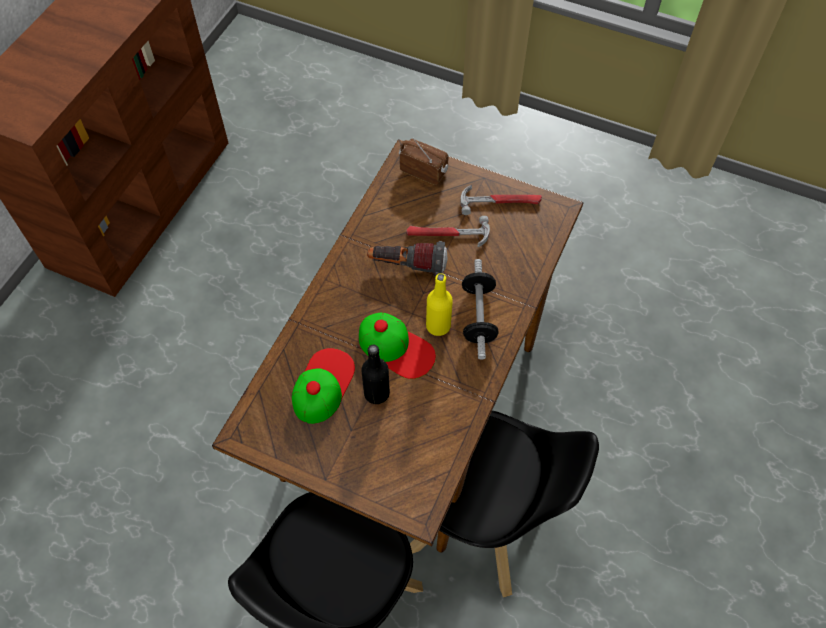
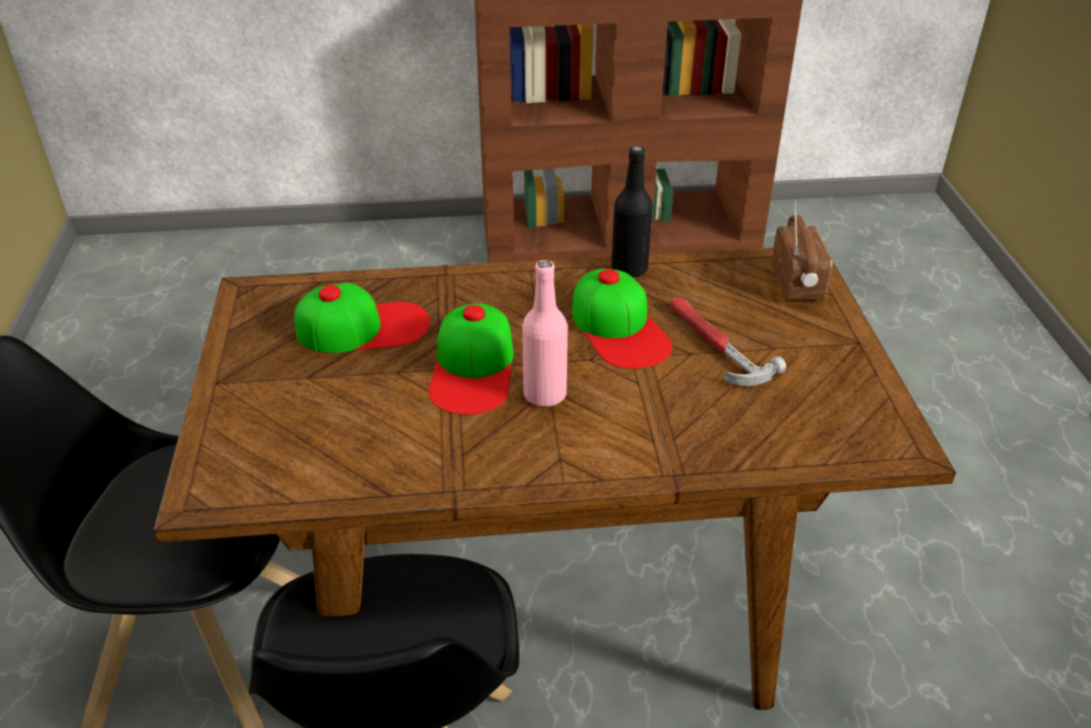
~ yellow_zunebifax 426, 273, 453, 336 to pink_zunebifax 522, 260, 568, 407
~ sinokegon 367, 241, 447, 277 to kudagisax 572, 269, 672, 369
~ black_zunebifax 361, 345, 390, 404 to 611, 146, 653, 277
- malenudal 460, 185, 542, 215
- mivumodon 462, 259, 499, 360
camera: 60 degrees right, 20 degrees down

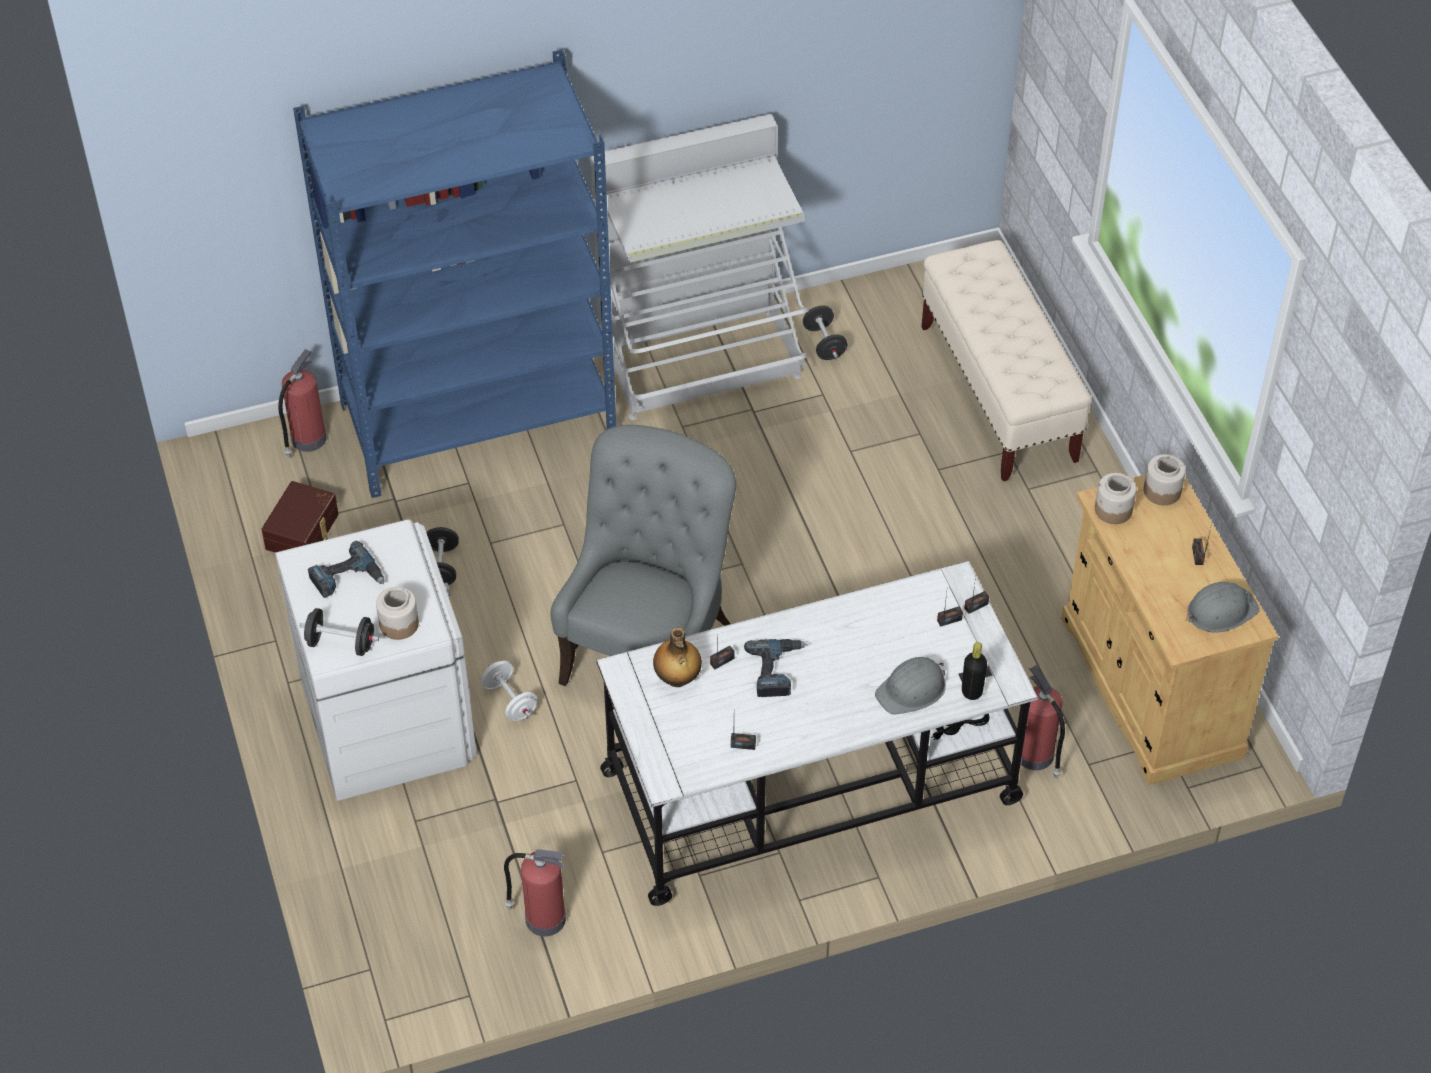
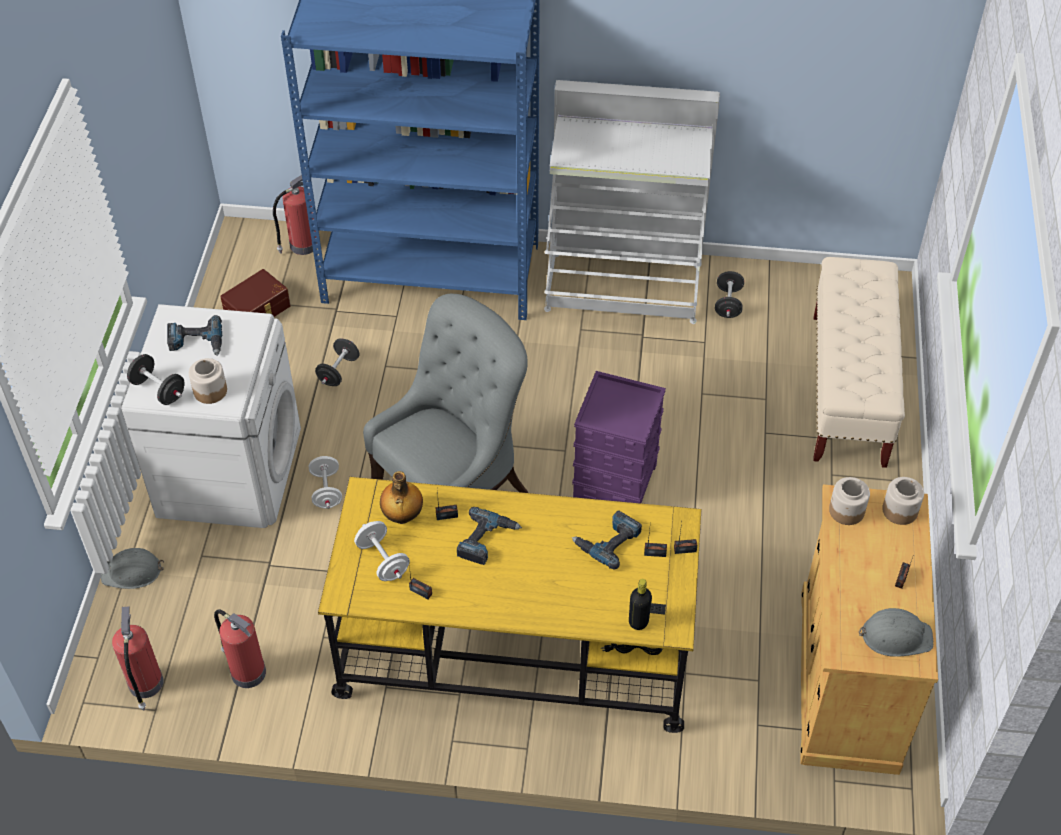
~ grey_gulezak 875, 657, 946, 715 to 101, 548, 164, 589
~ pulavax 1021, 665, 1065, 778 to 112, 606, 163, 710
~ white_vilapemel 596, 561, 1038, 906 to yellow_vilapemel 318, 477, 701, 733
+ white_mivumodon 354, 521, 410, 581
+ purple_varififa 572, 371, 666, 503
+ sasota 572, 510, 642, 569
camera: 25 degrees right, 0 degrees up

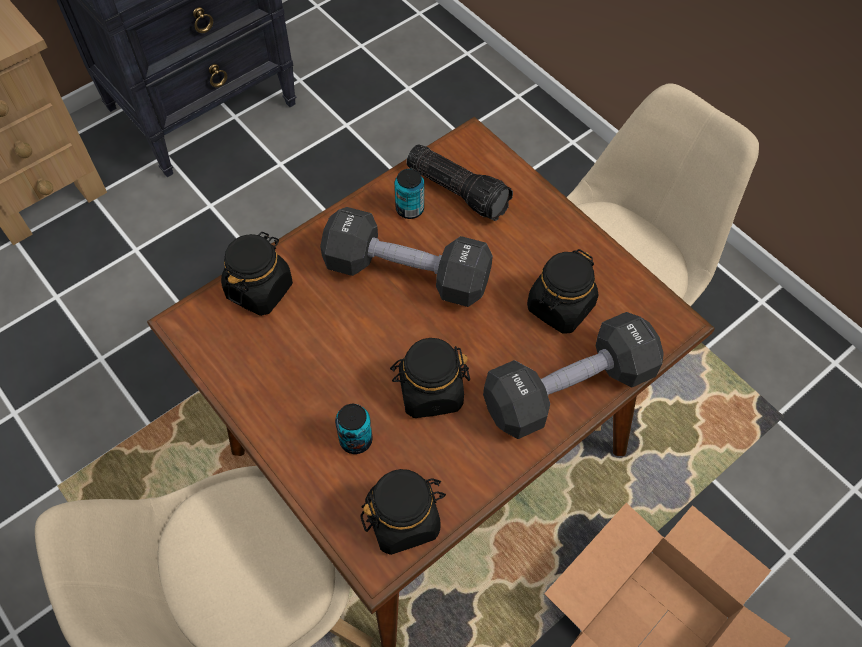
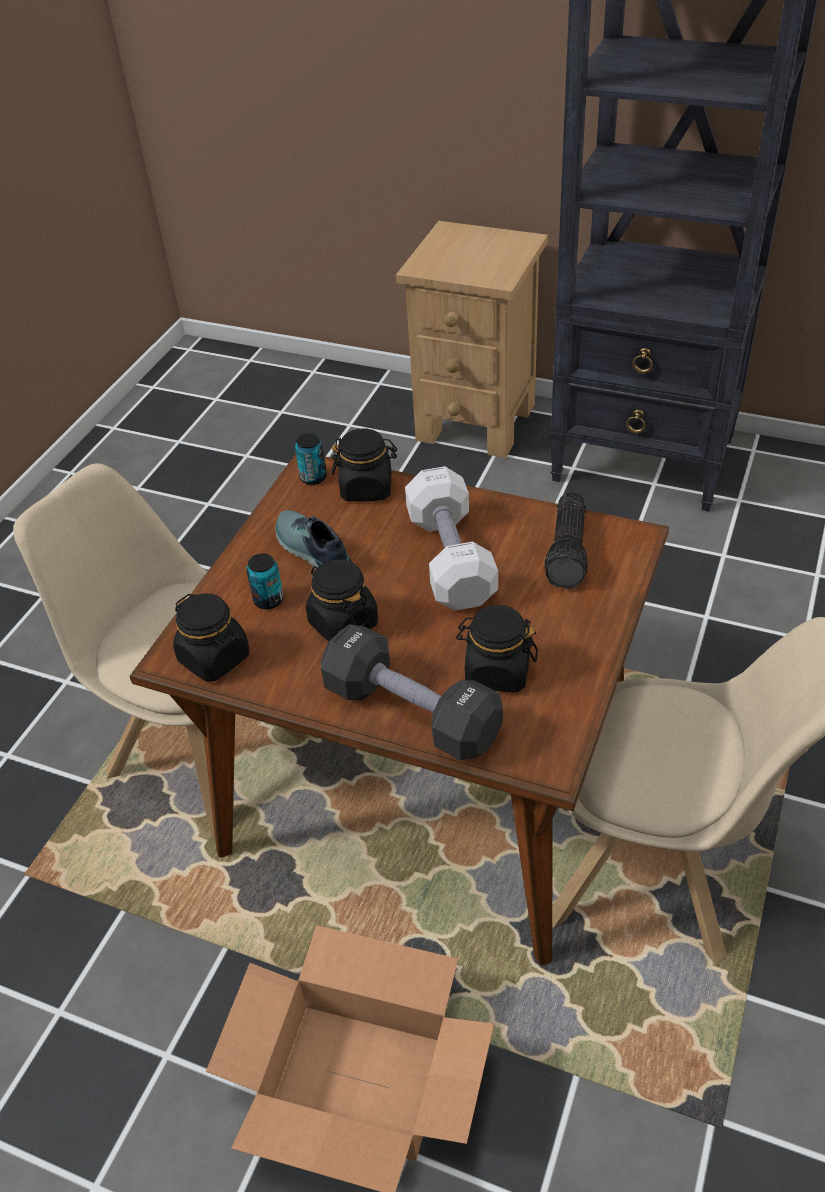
+ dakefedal 275, 510, 352, 569
~ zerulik 395, 168, 424, 219 to 295, 433, 327, 485
~ black_mivumodon 320, 207, 493, 307 to white_mivumodon 405, 466, 498, 611
camera: 65 degrees right, 15 degrees down

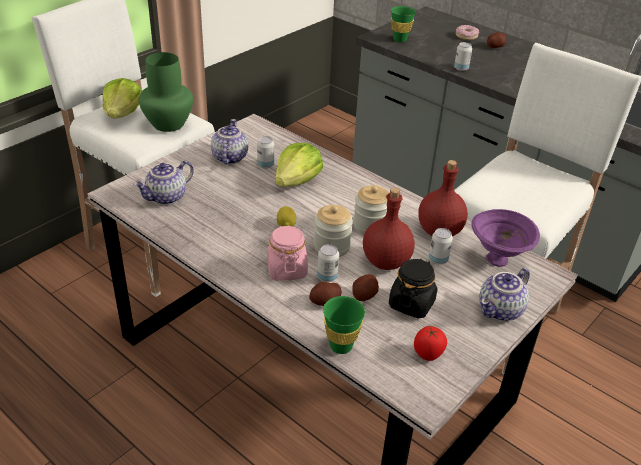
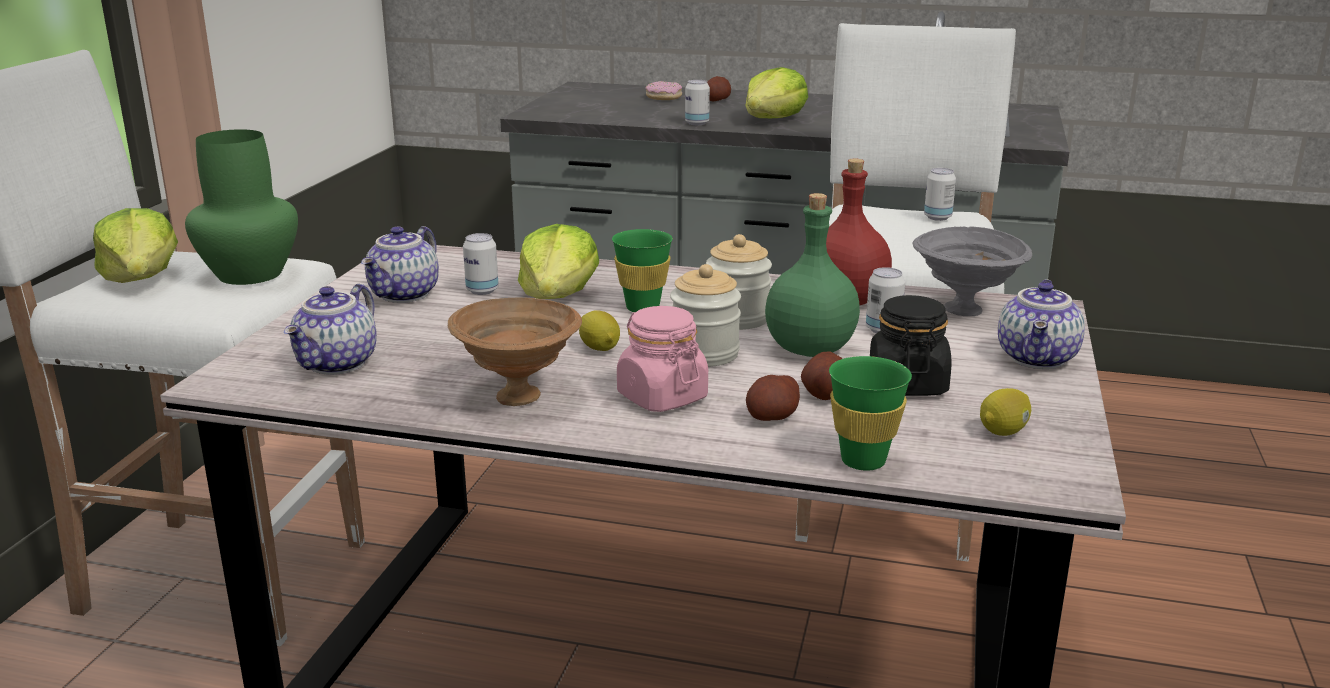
~ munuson 211, 119, 248, 164 = 361, 226, 439, 303 135 degrees counterclockwise
+ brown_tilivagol 448, 297, 582, 406
~ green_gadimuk 391, 6, 416, 42 to 612, 229, 673, 312
+ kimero 745, 67, 808, 118
~ red_zunebifax 363, 188, 415, 270 to green_zunebifax 765, 193, 860, 357
~ purple_tilivagol 471, 209, 540, 267 to grey_tilivagol 913, 227, 1032, 316
~ zerulik 317, 244, 339, 282 to 924, 168, 956, 221
~ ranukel 414, 326, 447, 361 to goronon 980, 388, 1031, 436
camera: 25 degrees left, 15 degrees down

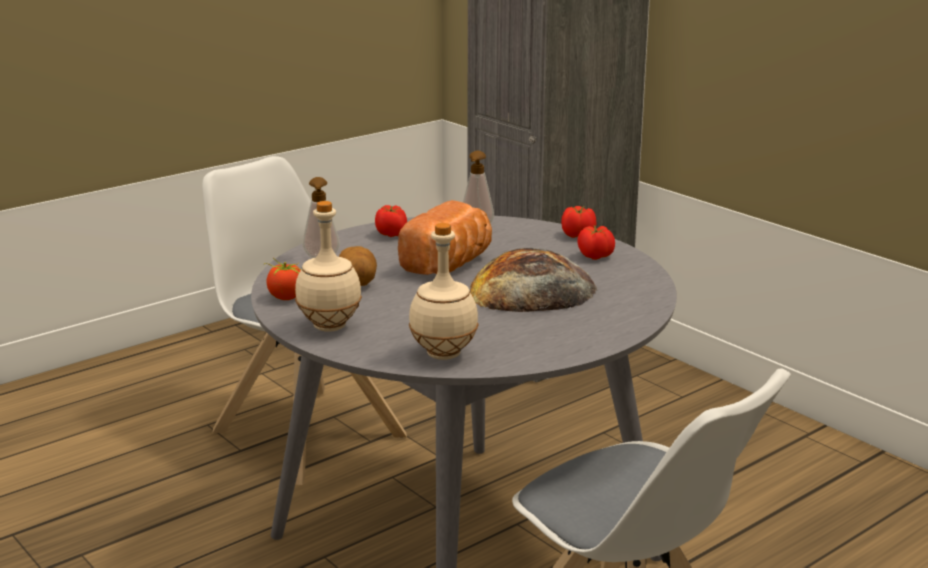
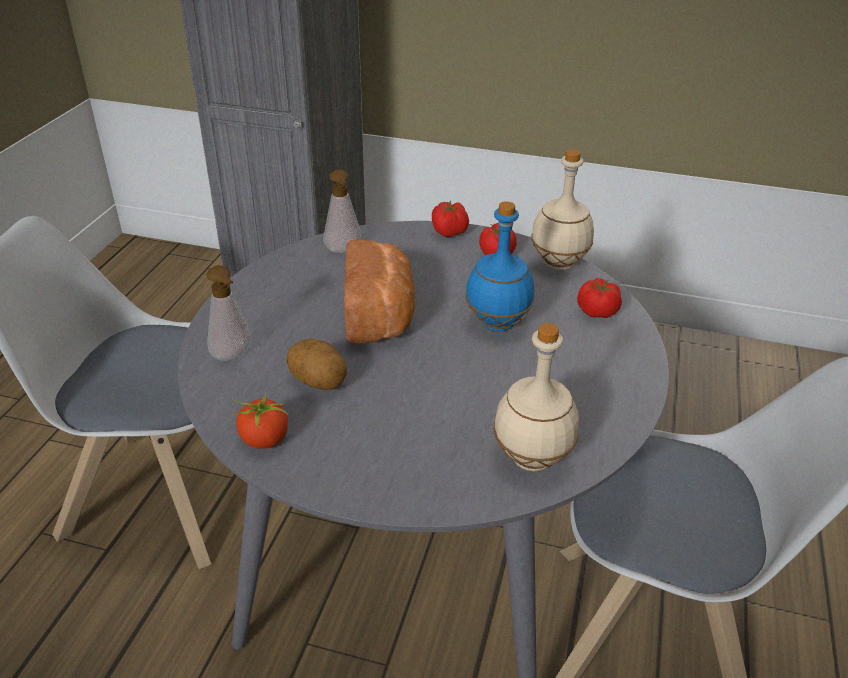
~ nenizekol 470, 248, 597, 312 to blue_zunebifax 465, 201, 534, 331
~ beige_zunebifax 295, 201, 362, 332 to 531, 149, 594, 270
~ ranukel 375, 205, 407, 237 to 577, 278, 622, 318
camera: 35 degrees left, 15 degrees up

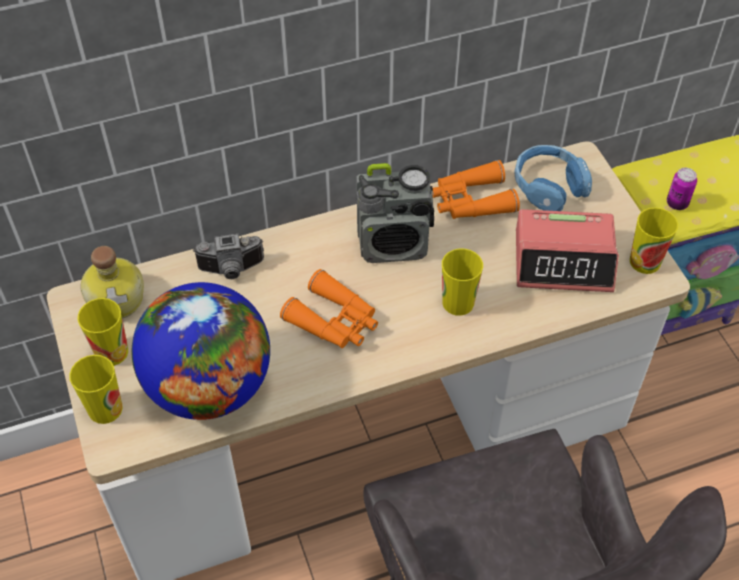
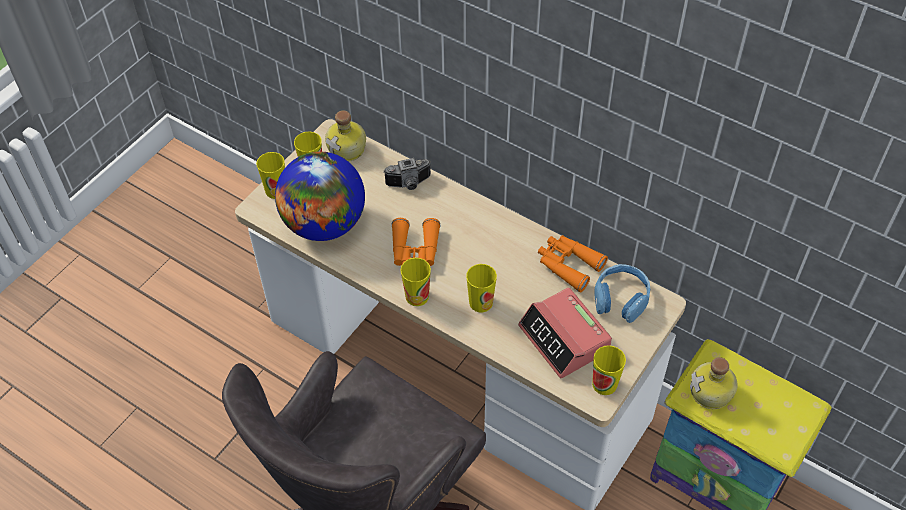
~ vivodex 193, 234, 264, 279 = 383, 158, 431, 190 60 degrees counterclockwise
+ gadimuk 400, 258, 431, 306
~ zerulik 667, 168, 697, 210 to zunebifax 690, 357, 738, 409
- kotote 356, 163, 434, 263
camera: 55 degrees right, 0 degrees up

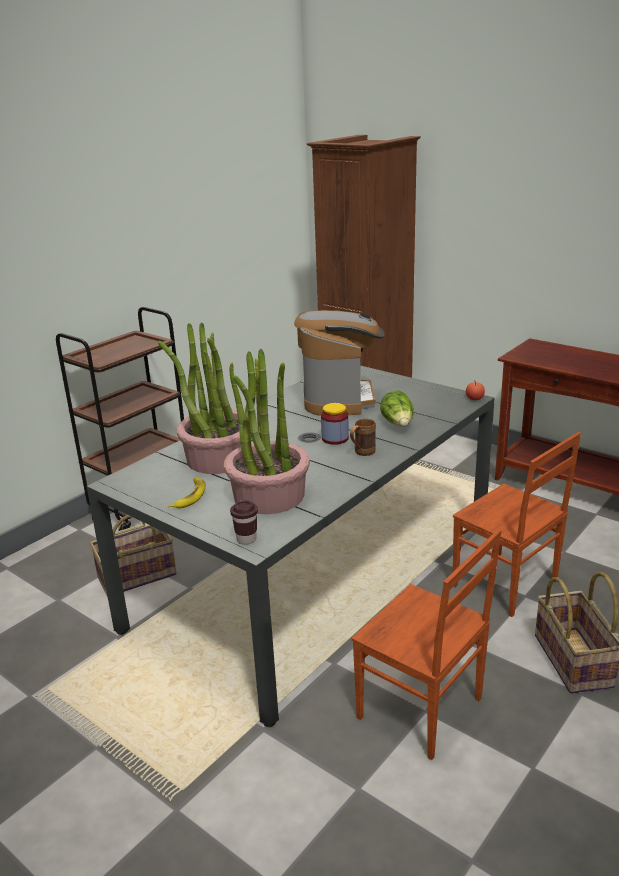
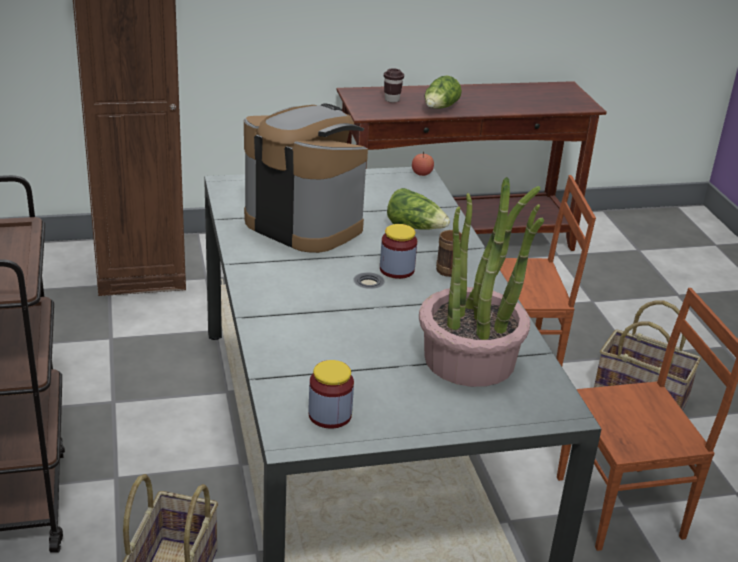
+ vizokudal 308, 360, 354, 429
~ brown_gadimuk 230, 500, 258, 545 to 384, 68, 404, 103
+ kimero 425, 75, 462, 109
- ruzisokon 158, 322, 245, 474
- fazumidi 167, 477, 206, 508
camera: 55 degrees left, 5 degrees up

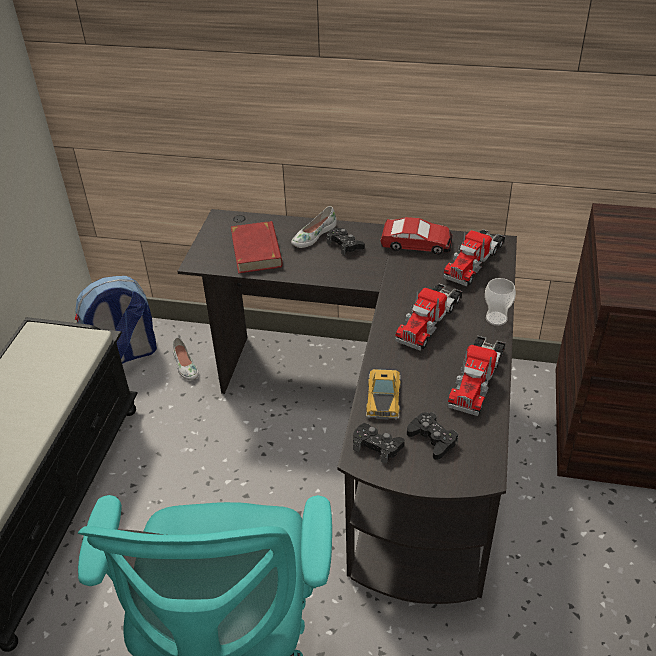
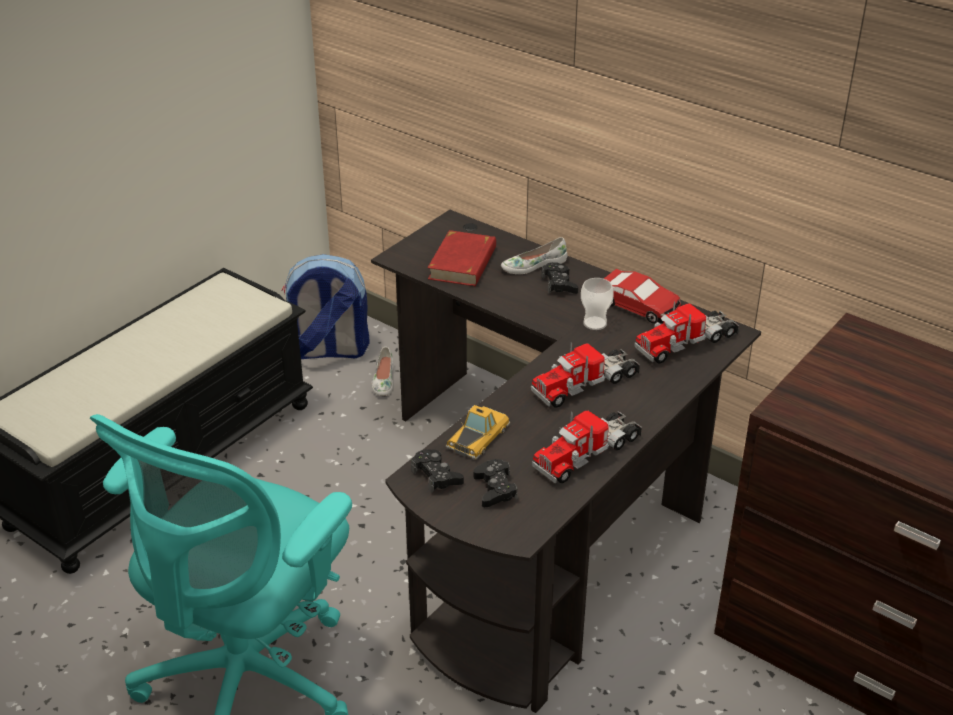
~ gadimuk 485, 278, 516, 326 to 581, 278, 614, 330
camera: 25 degrees right, 5 degrees down

